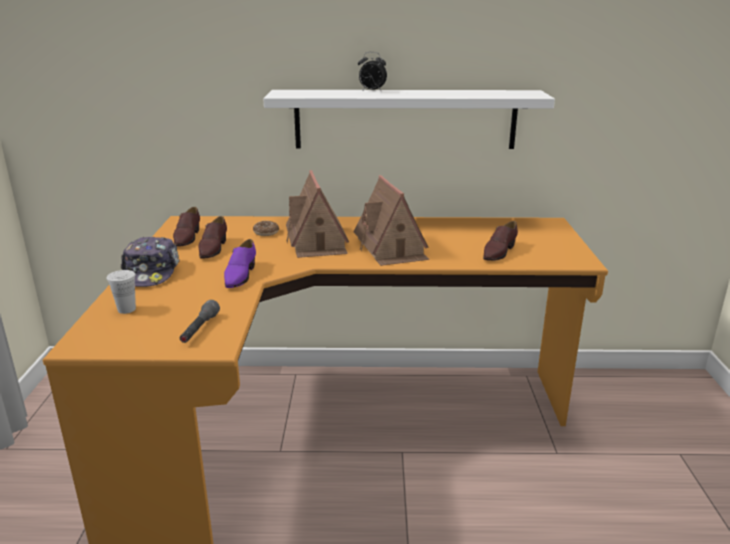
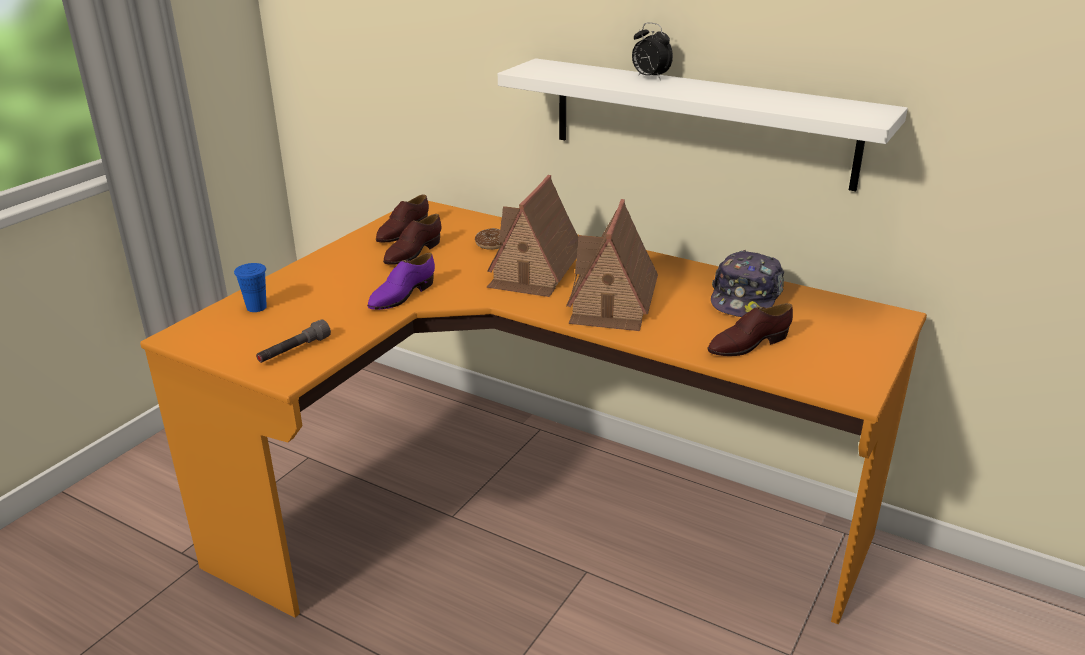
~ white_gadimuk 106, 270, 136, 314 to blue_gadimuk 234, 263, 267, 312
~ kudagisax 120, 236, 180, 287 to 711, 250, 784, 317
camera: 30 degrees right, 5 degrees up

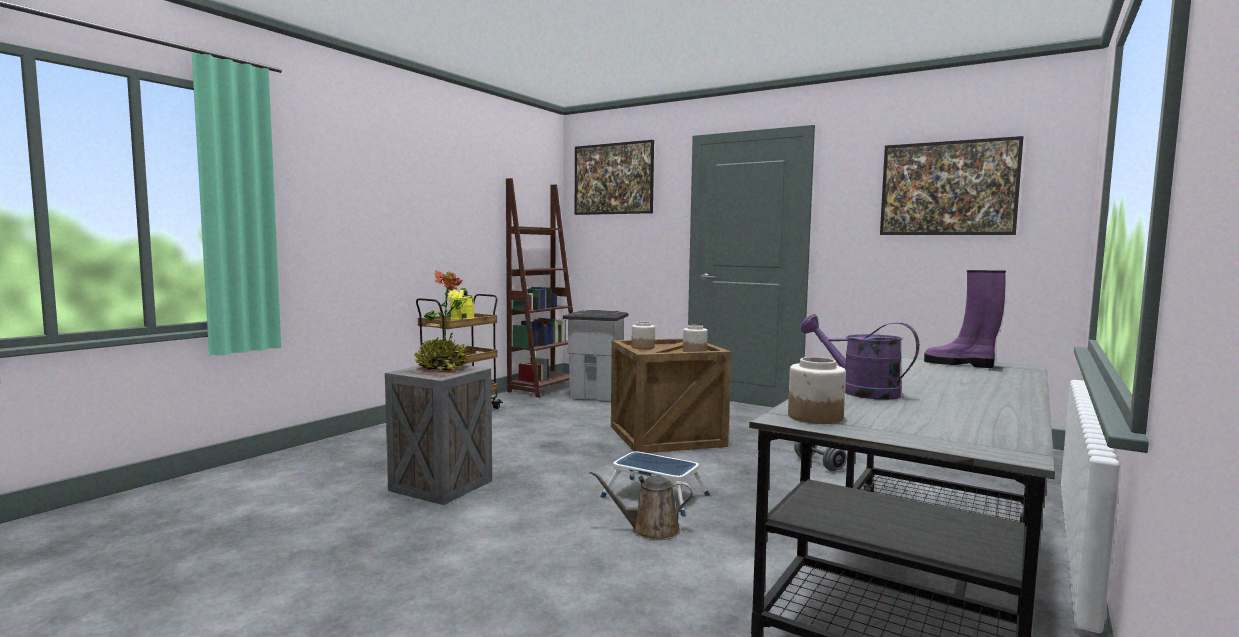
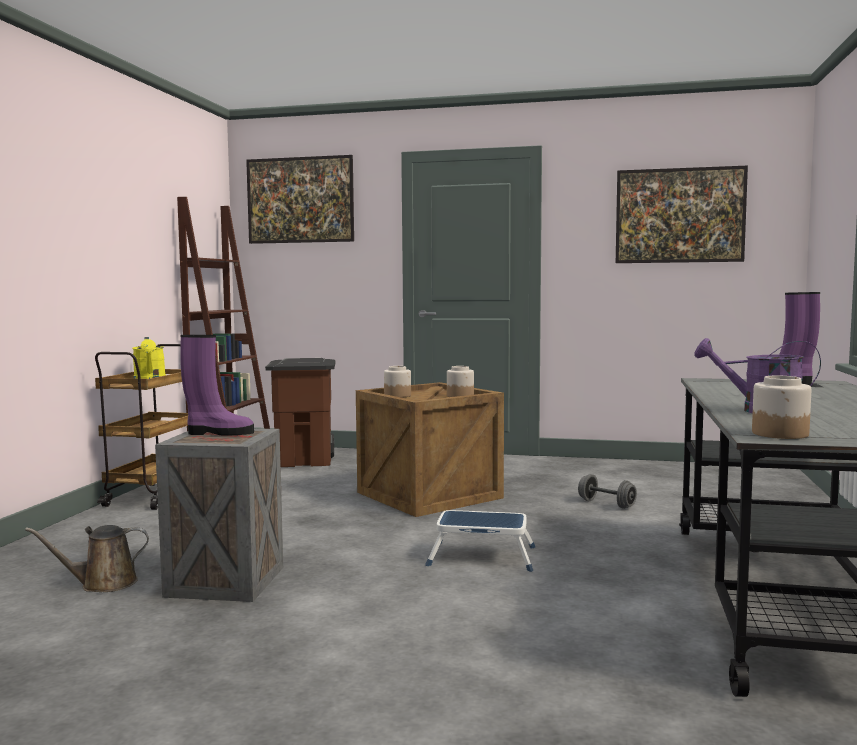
~ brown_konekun 589, 470, 693, 540 to 25, 525, 149, 592
~ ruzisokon 414, 270, 468, 371 to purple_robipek 180, 335, 254, 436
~ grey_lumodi 563, 310, 629, 401 to brown_lumodi 265, 358, 335, 467
camera: 20 degrees left, 0 degrees up

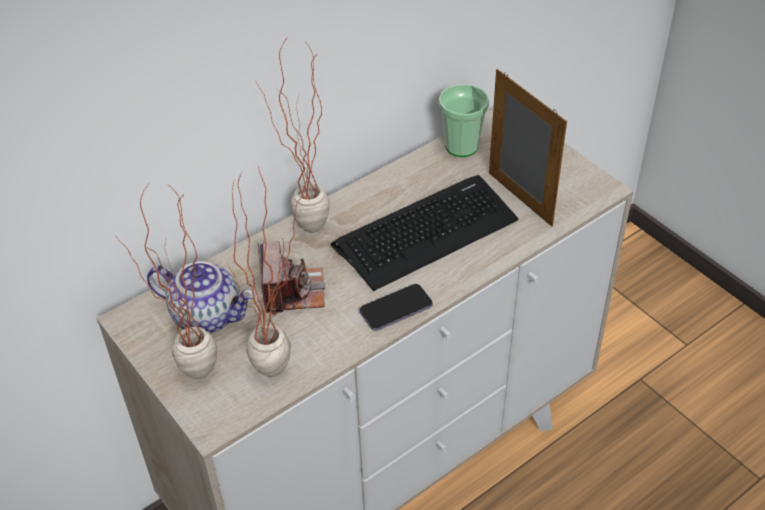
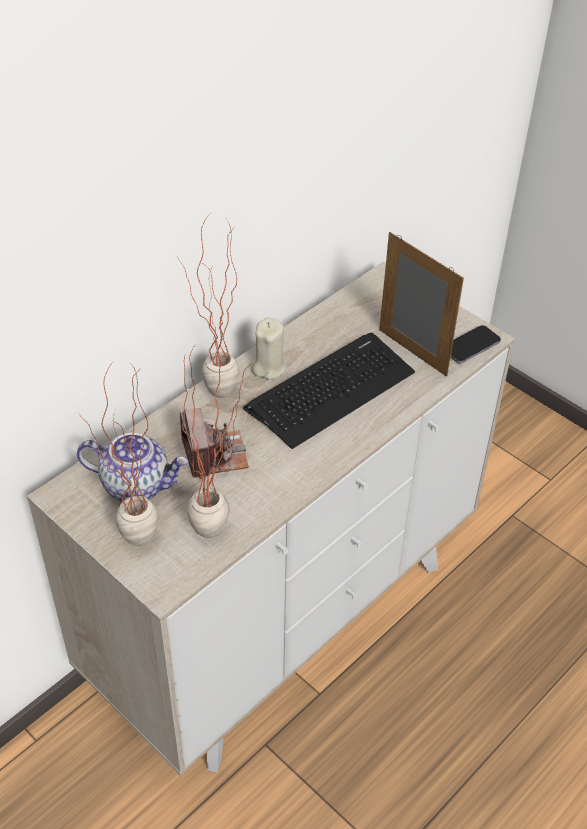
+ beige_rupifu 251, 318, 287, 380
~ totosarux 360, 284, 433, 331 to 451, 325, 501, 363
- gadimuk 439, 84, 489, 157
camera: 10 degrees left, 0 degrees up

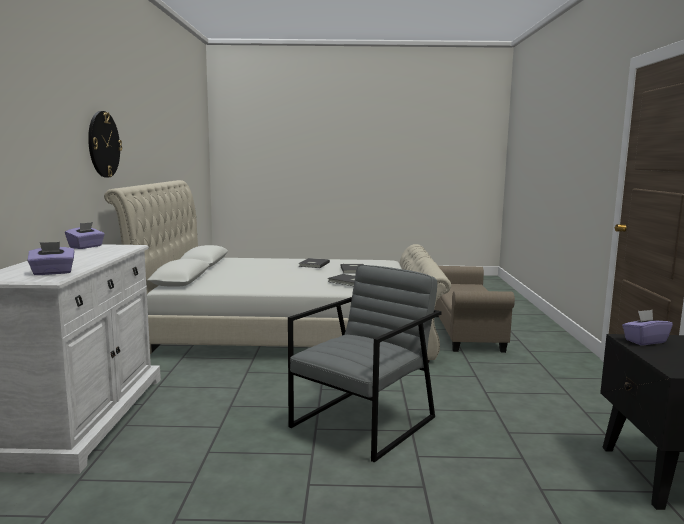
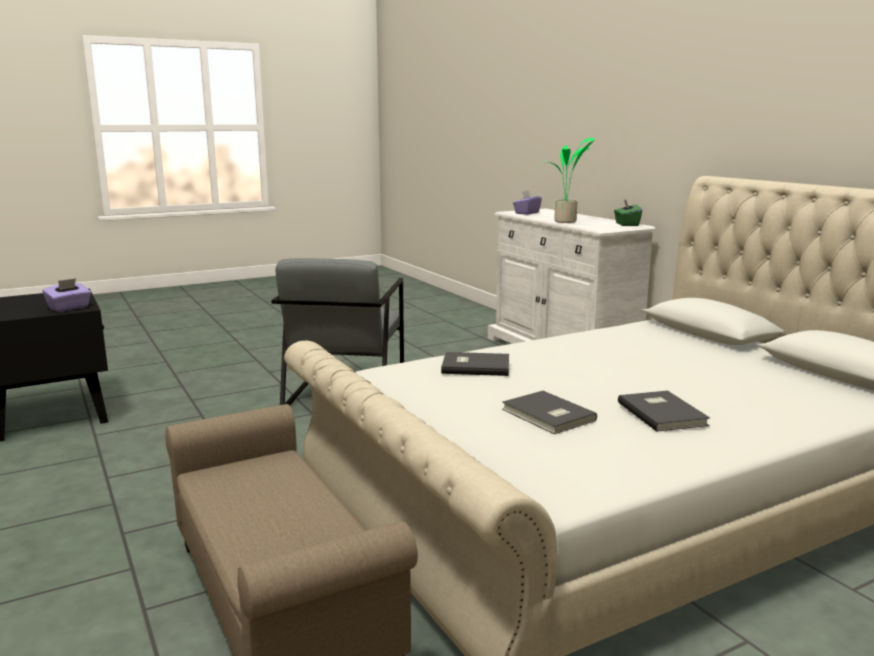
+ ruzisokon 542, 138, 595, 223
~ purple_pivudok 65, 222, 105, 249 to green_pivudok 614, 199, 642, 226
- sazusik 88, 111, 122, 178
camera: 150 degrees right, 5 degrees up

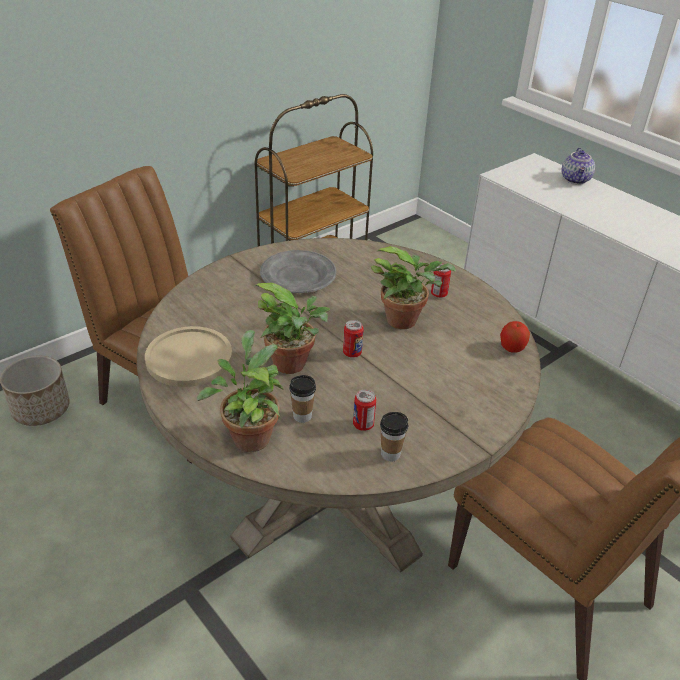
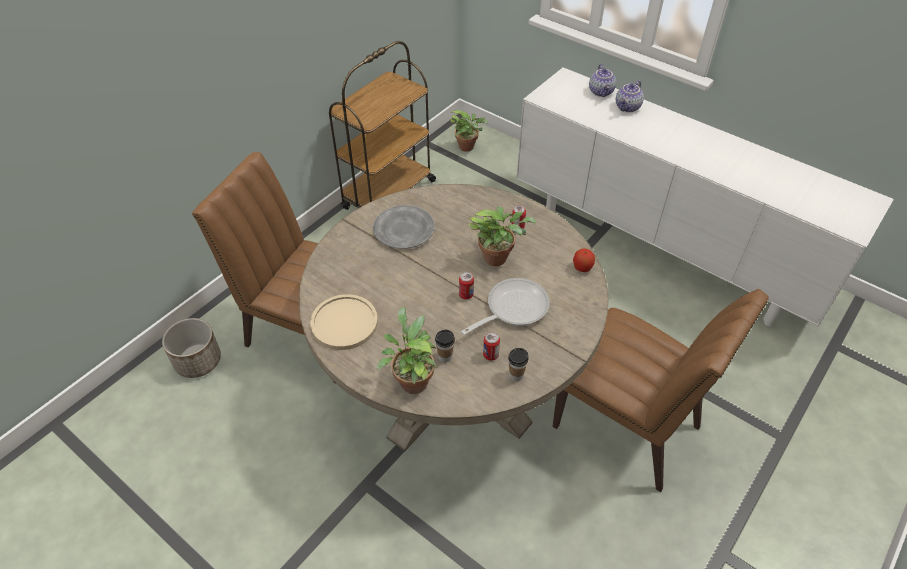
~ ruzisokon 254, 282, 330, 374 to 450, 110, 488, 152
+ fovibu 461, 278, 549, 335
+ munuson 616, 80, 644, 113
camera: 10 degrees left, 10 degrees up

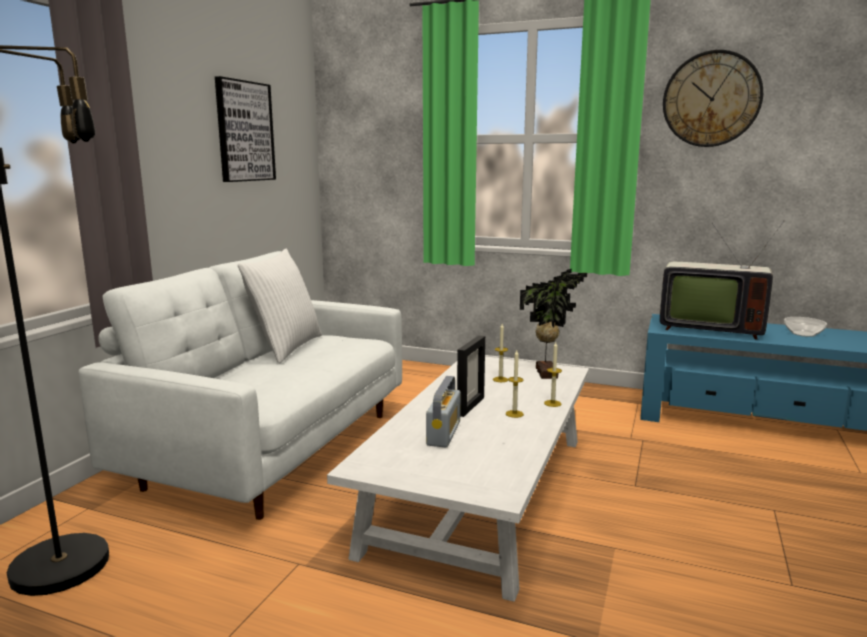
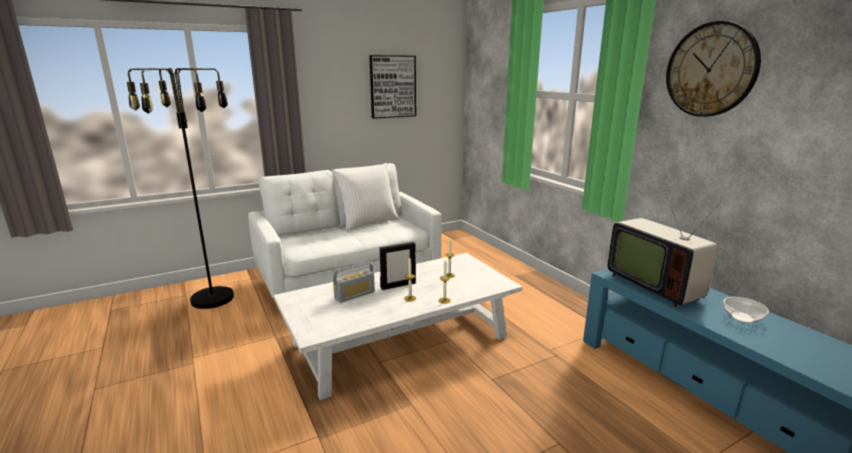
- ruzisokon 520, 269, 587, 379
camera: 40 degrees right, 5 degrees up

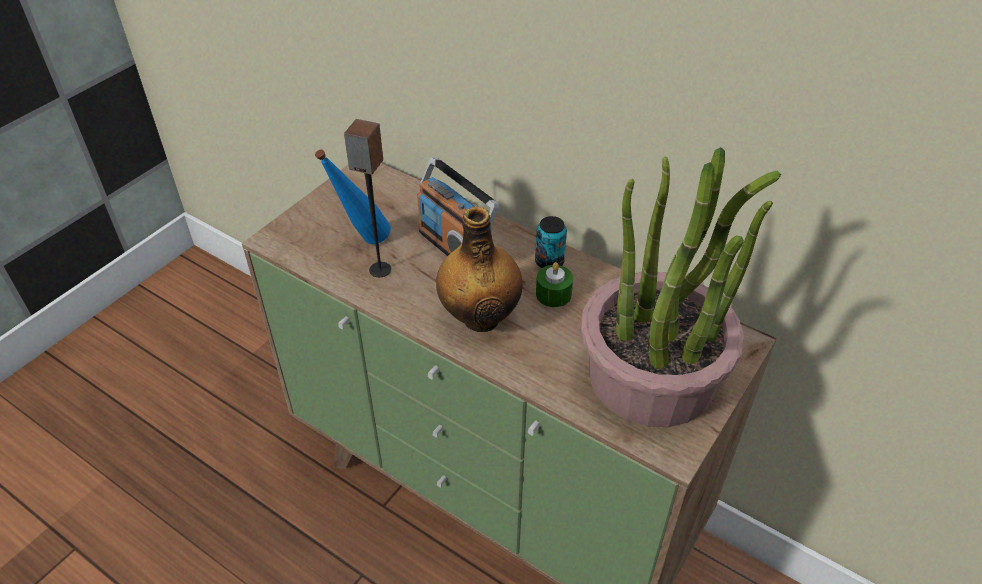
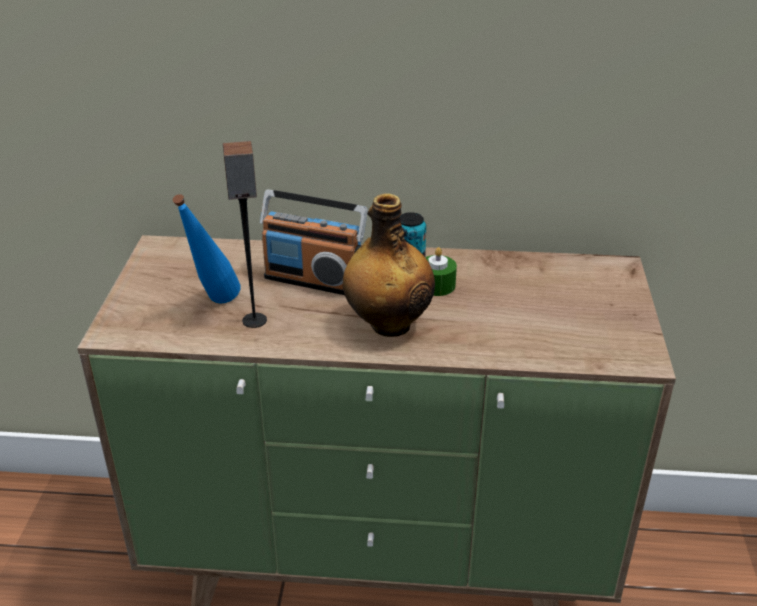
- ruzisokon 580, 147, 781, 427
camera: 30 degrees left, 10 degrees down

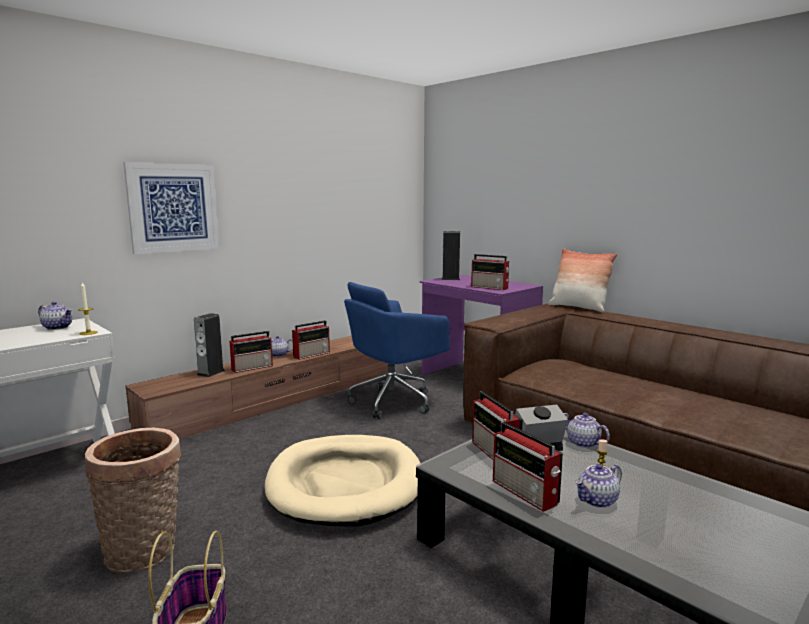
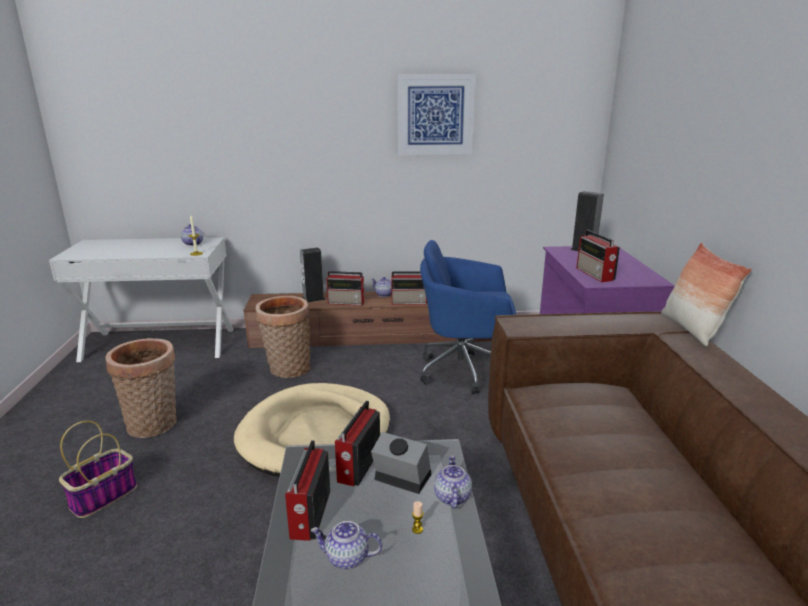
+ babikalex 255, 296, 310, 378
~ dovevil 123, 162, 219, 254 to 397, 74, 476, 155
camera: 40 degrees right, 10 degrees up

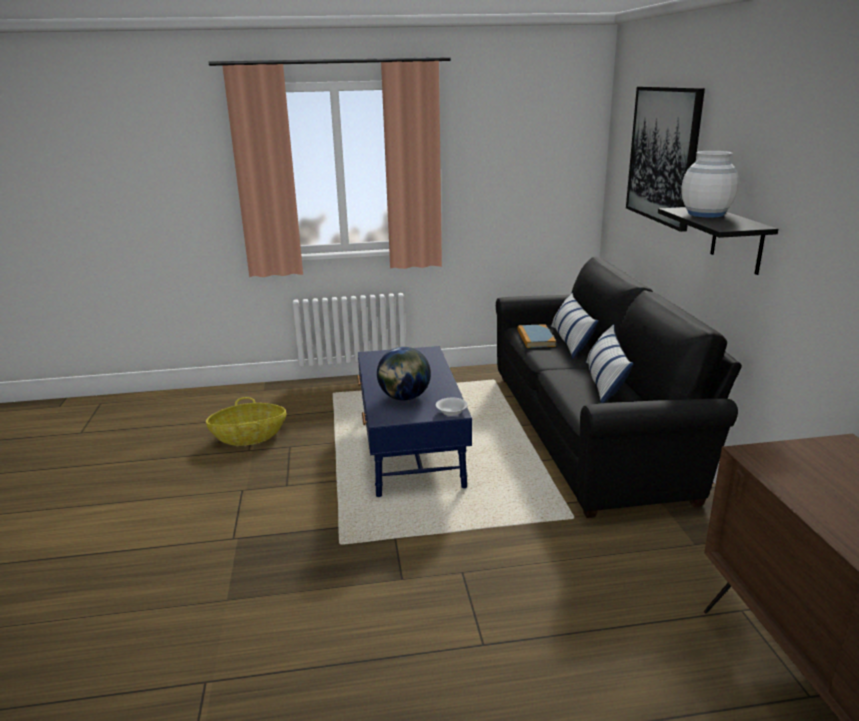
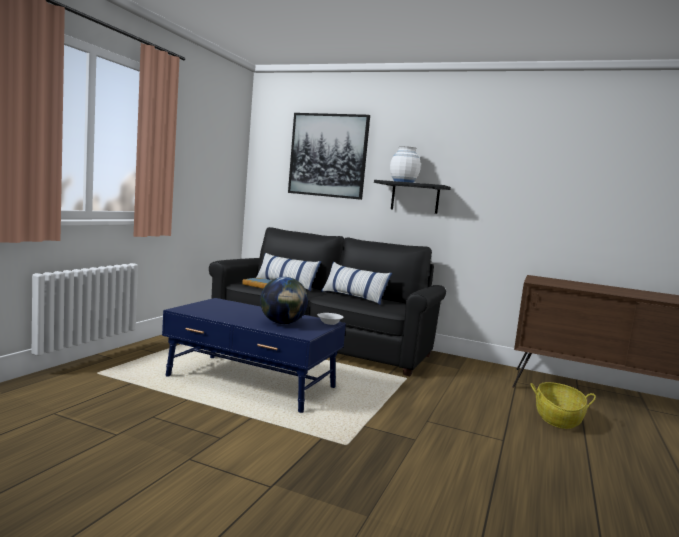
~ babikalex 206, 397, 287, 446 to 530, 382, 596, 429
camera: 60 degrees left, 15 degrees down

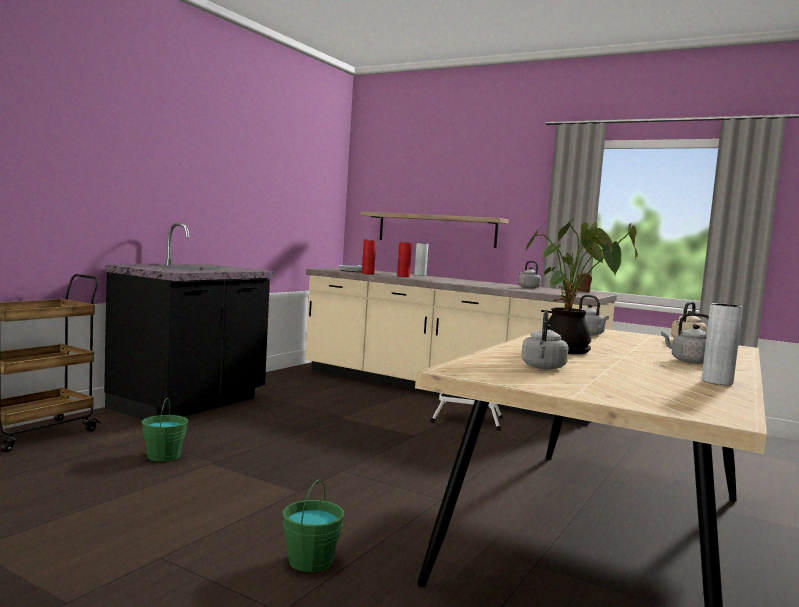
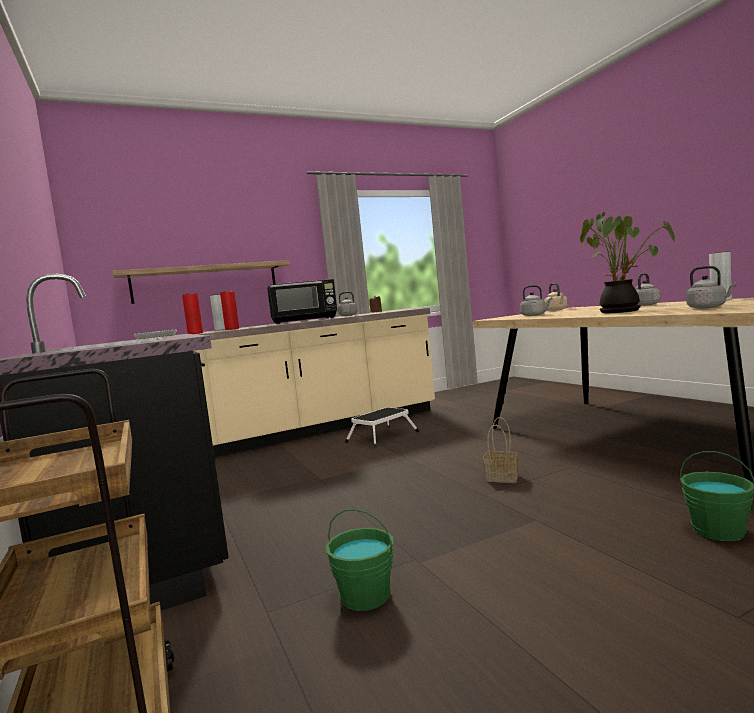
+ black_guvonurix 267, 279, 337, 324
+ babikalex 483, 417, 518, 483
camera: 55 degrees left, 0 degrees up

